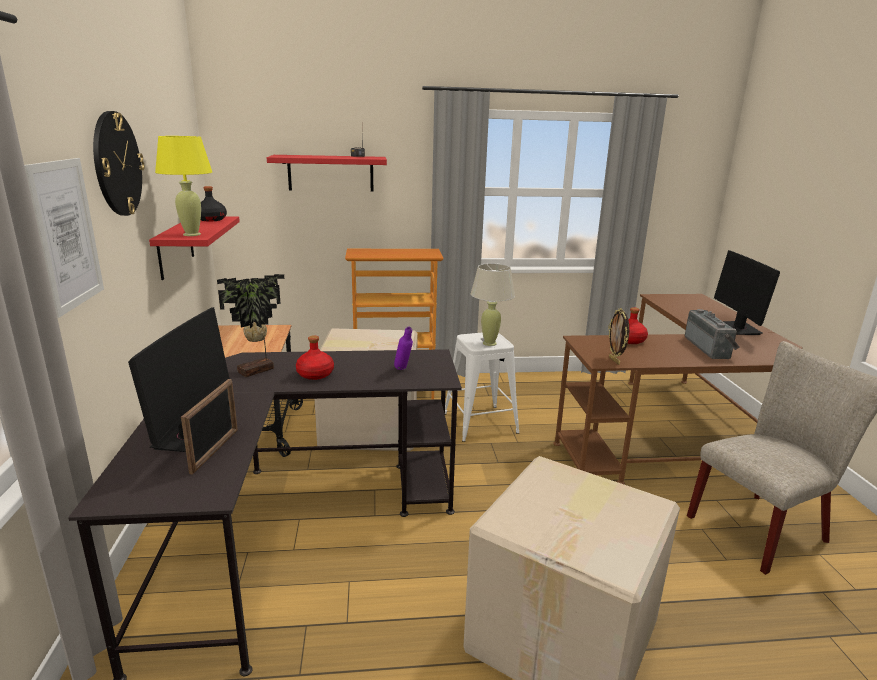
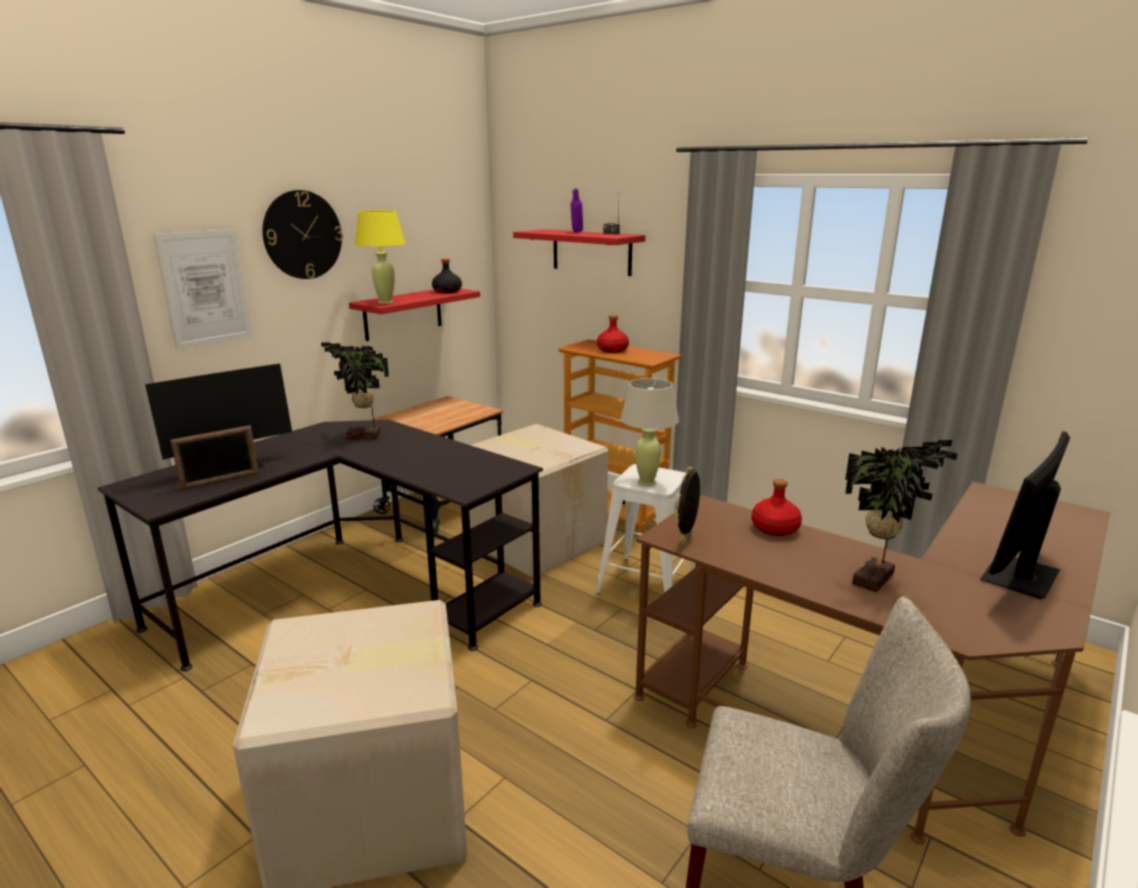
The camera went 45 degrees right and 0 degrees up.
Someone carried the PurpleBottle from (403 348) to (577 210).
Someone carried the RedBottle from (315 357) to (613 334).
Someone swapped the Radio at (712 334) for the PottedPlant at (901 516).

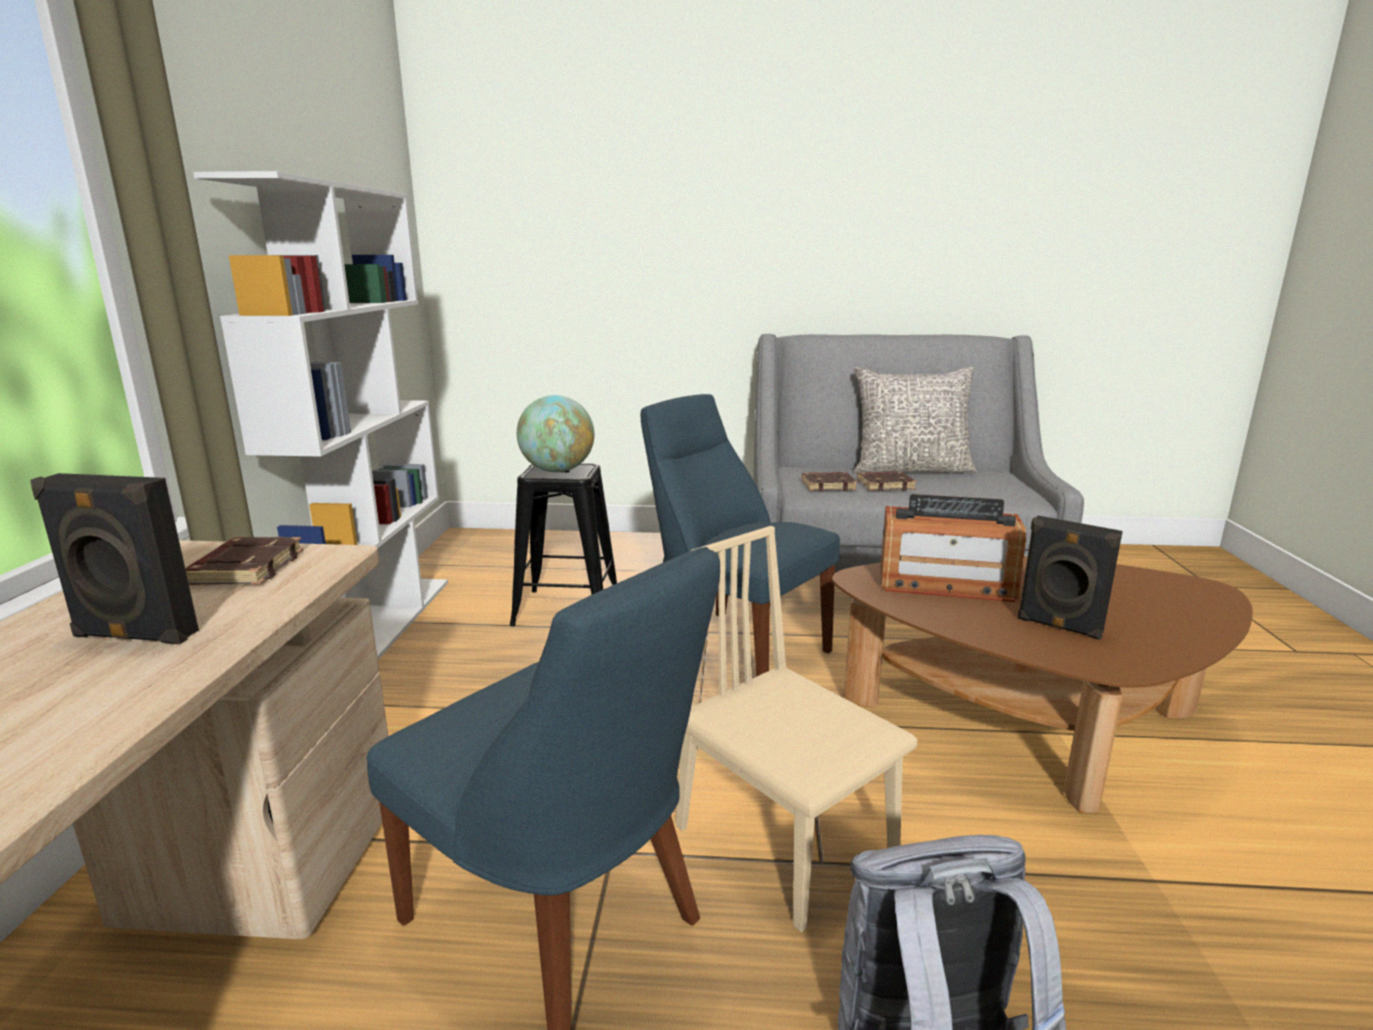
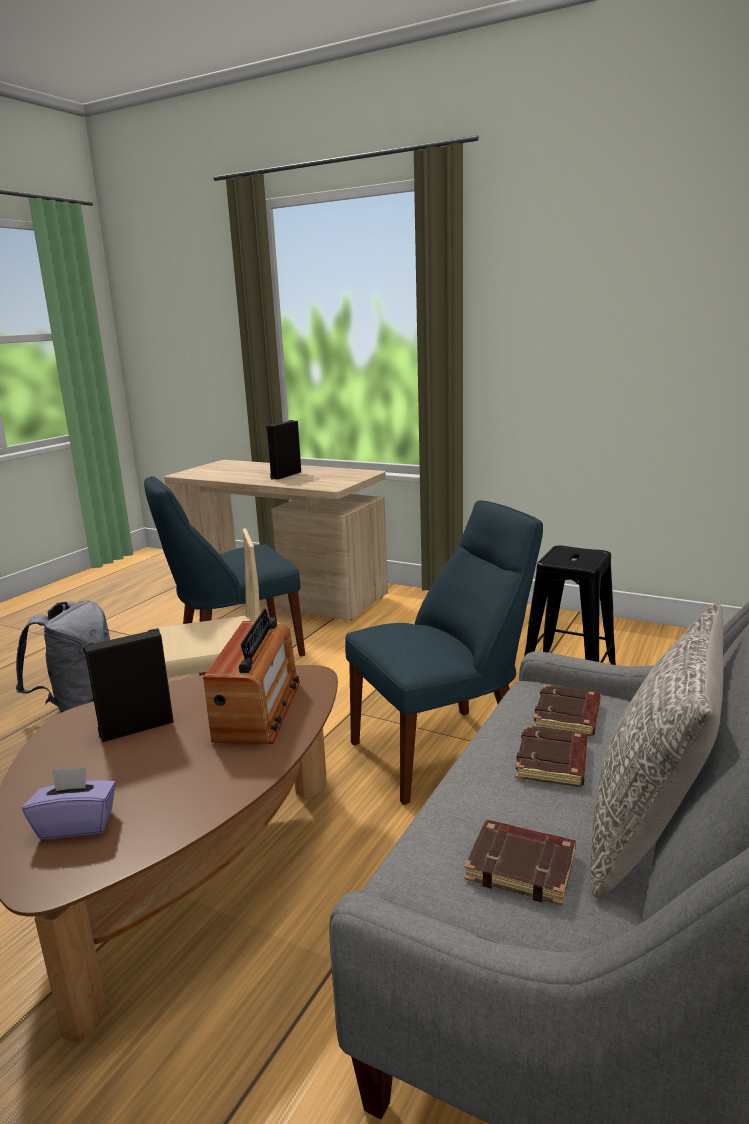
The camera went 115 degrees right and 0 degrees up.
Someone put down the PurpleTissueBox at (69 803).
Someone rotated the Radio at (953 548) by 150 degrees clockwise.
Someone carried the BrownBook from (244 561) to (520 862).
Someone took away the WhiteBookcase at (320 415).
Someone took away the Globe at (555 433).

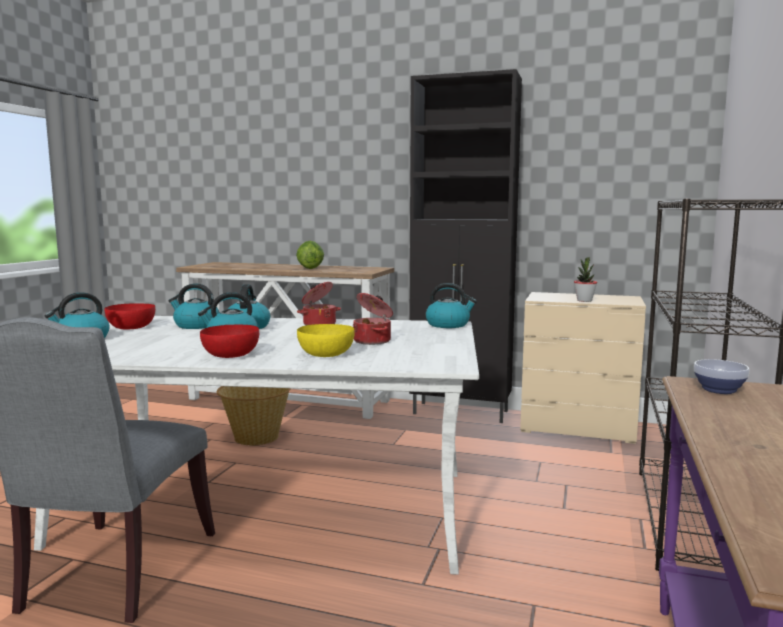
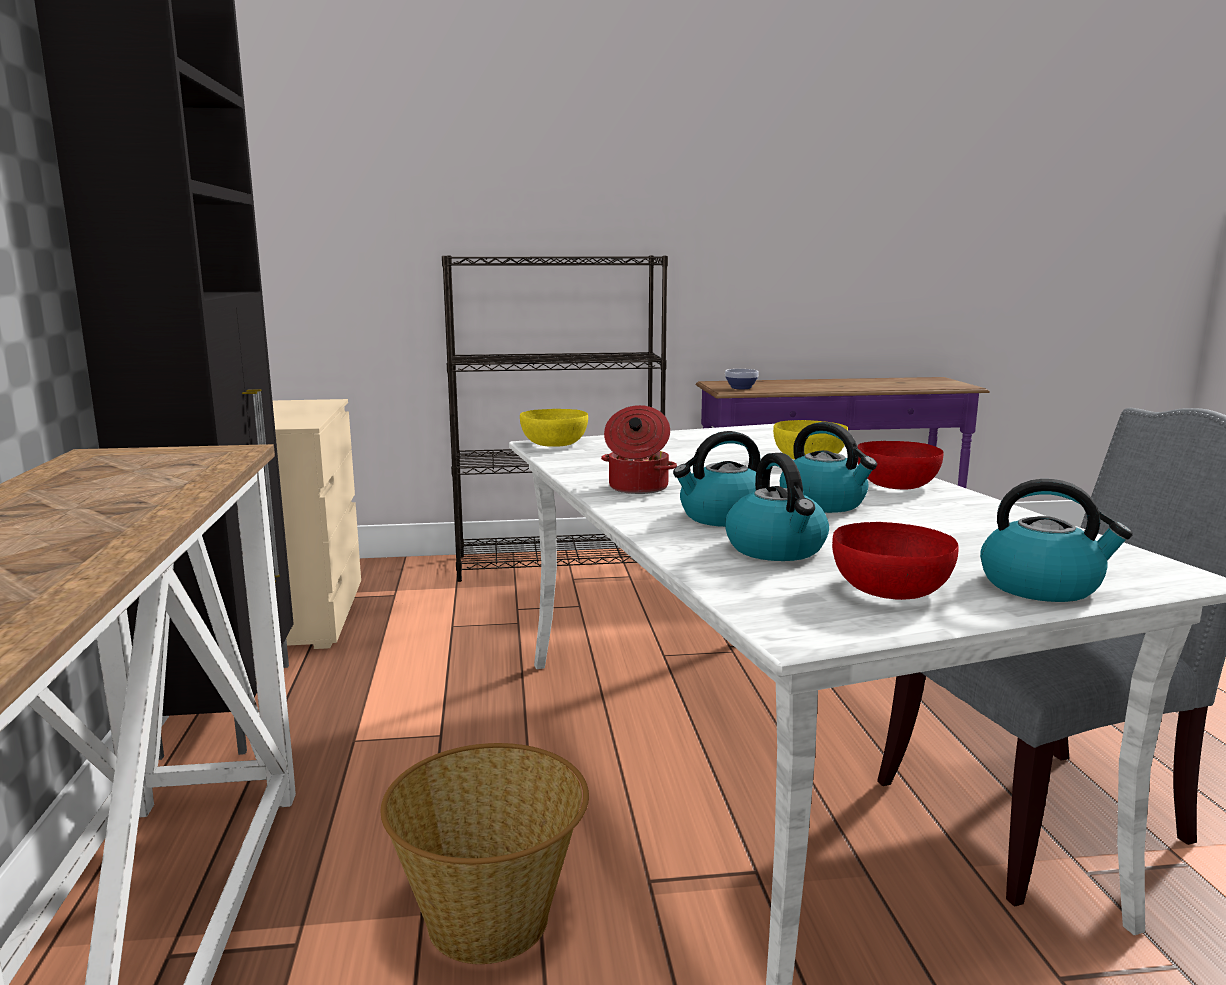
The camera went 115 degrees left and 5 degrees up.
Someone swapped the Kettle at (451 305) for the YellowBowl at (554 428).
Someone took away the Lettuce at (310 255).
Someone took away the CookingPot at (373 319).
Someone took away the PottedPlant at (585 279).

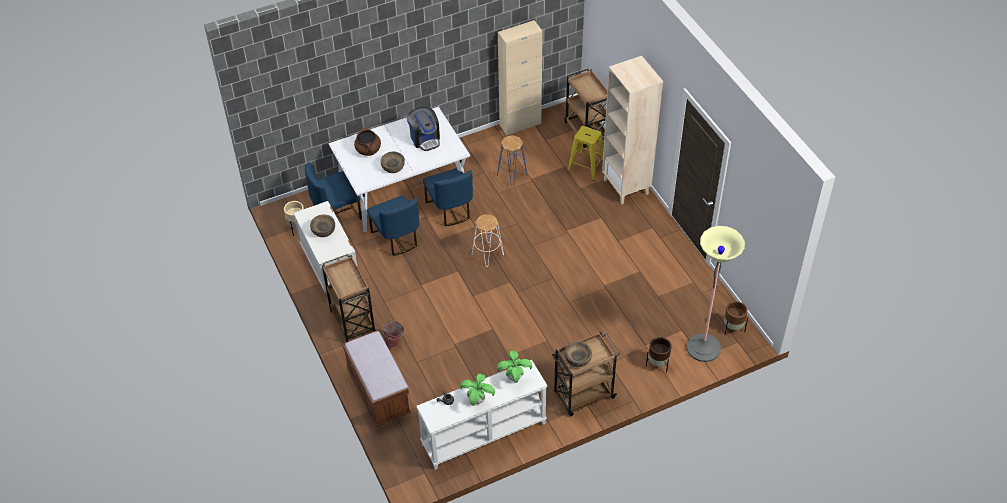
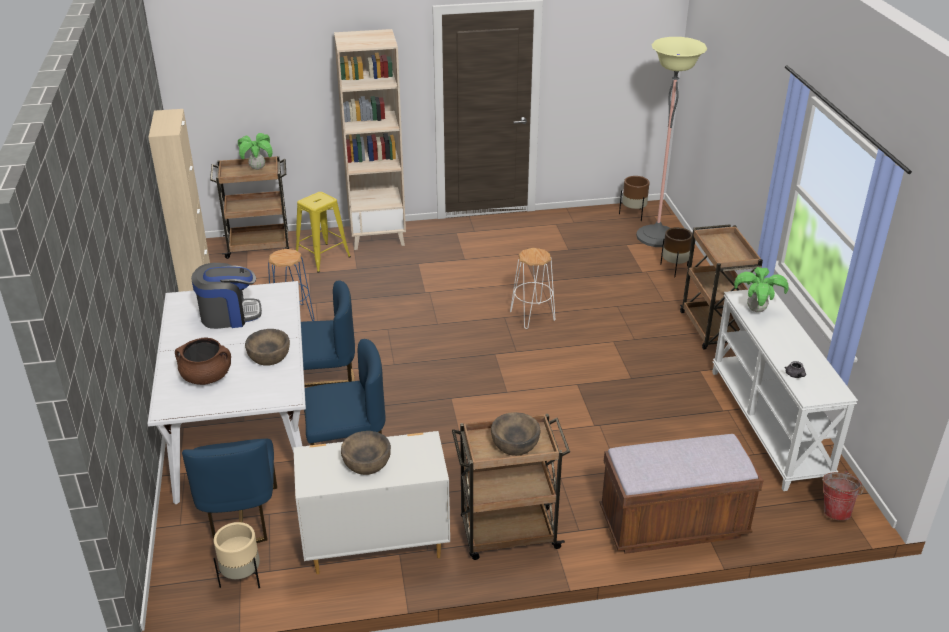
The camera went 75 degrees left and 15 degrees down.
Someone carried the PottedPlant from (477 390) to (255 151).
Someone carried the BrownBowl from (578 354) to (515 434).
Someone carried the WhiteStool from (488 240) to (532 288).
Someone carried the Bucket from (393 334) to (843 496).

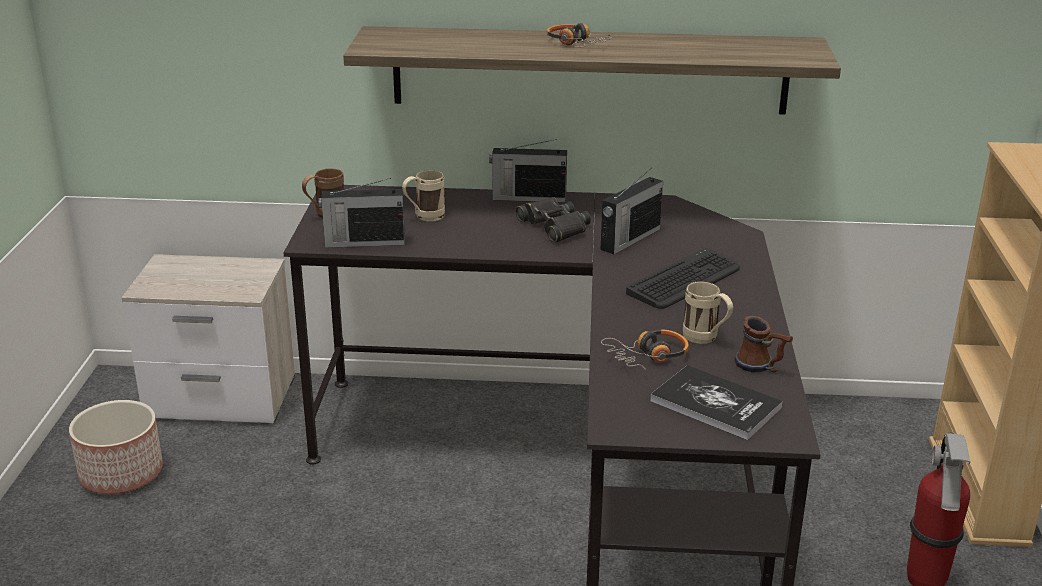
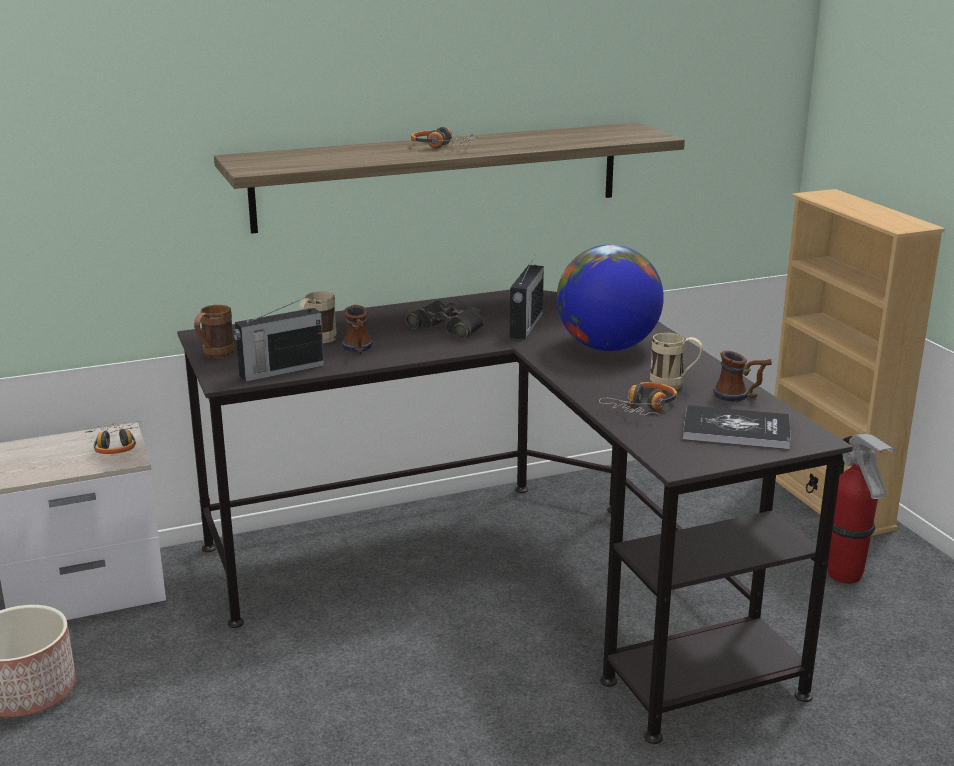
The camera went 25 degrees left and 5 degrees down.
Someone put down the Headphones at (115 437).
Someone put down the Mug at (357 329).
Someone swapped the Keyboard at (683 278) for the Globe at (610 298).
Someone took away the Radio at (528 171).

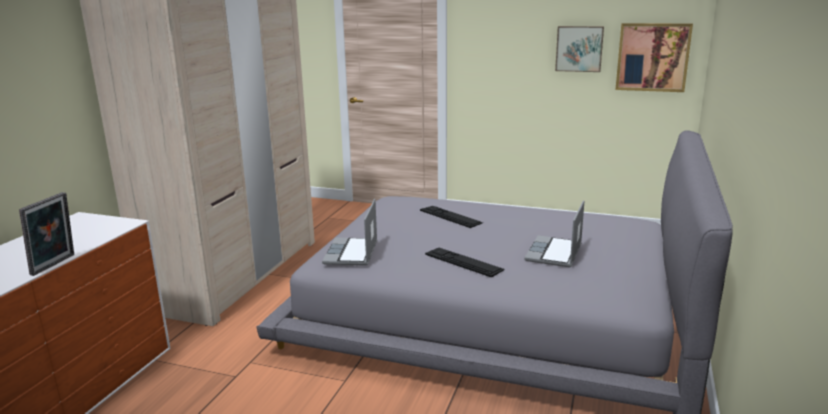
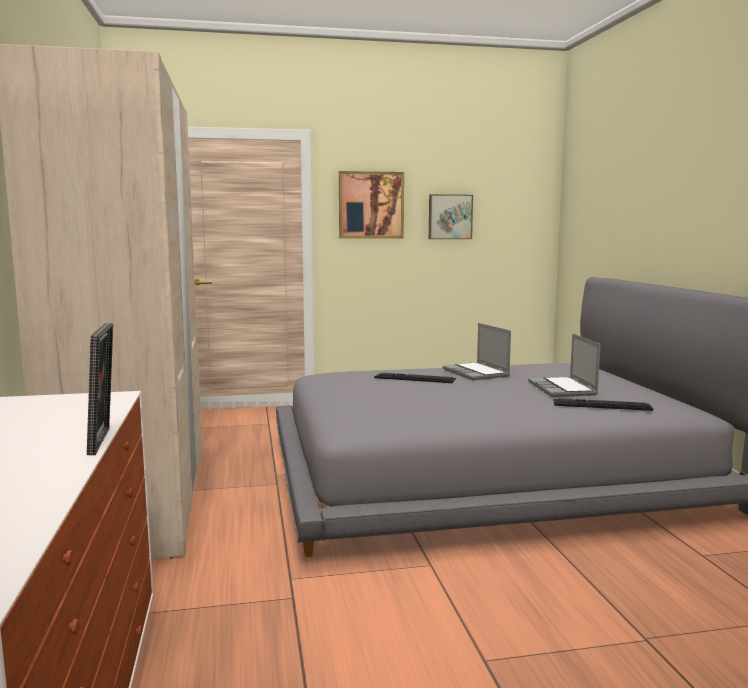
The camera went 30 degrees left and 10 degrees down.
Someone carried the Picture from (654 57) to (371 205).
Someone carried the Laptop from (349 232) to (477 351).
Someone carried the Keyboard from (465 263) to (603 404).

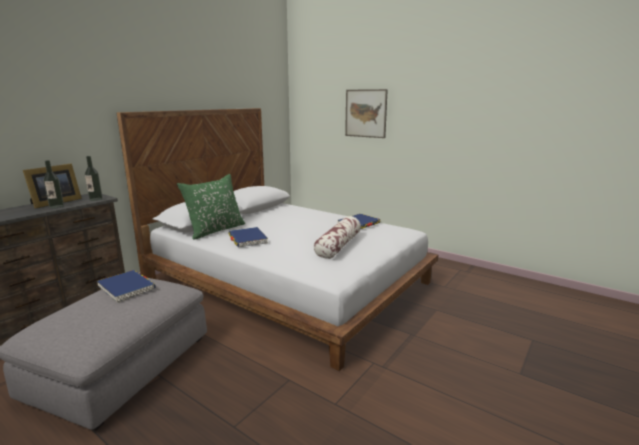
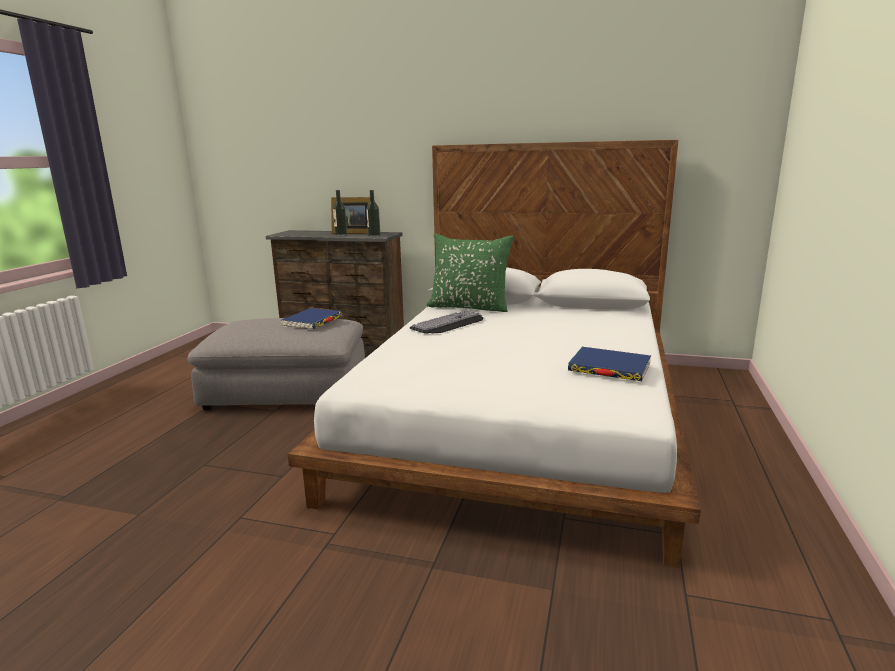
The camera went 70 degrees right and 0 degrees up.
Someone swapped the BlueBook at (248 237) for the Keyboard at (447 322).
Someone took away the Pillow at (337 237).
Someone took away the Picture at (366 113).

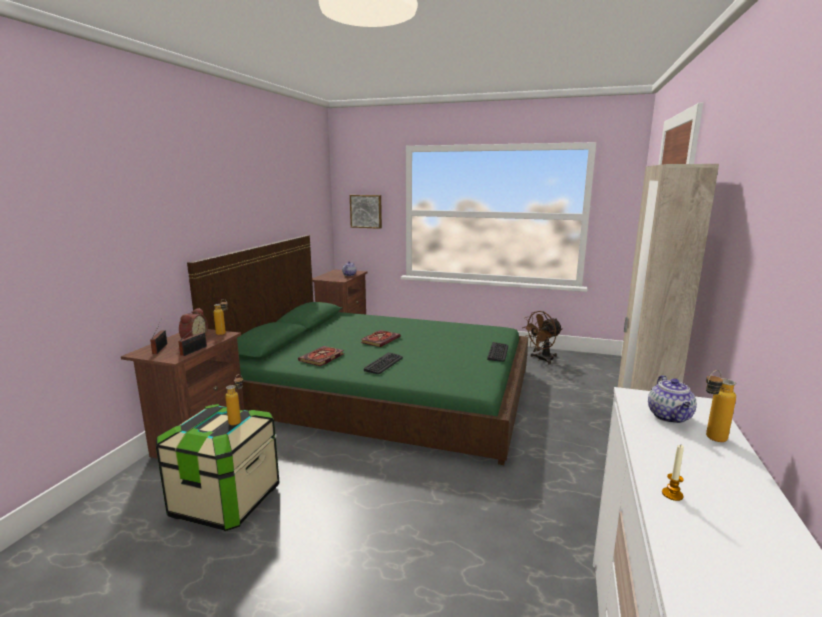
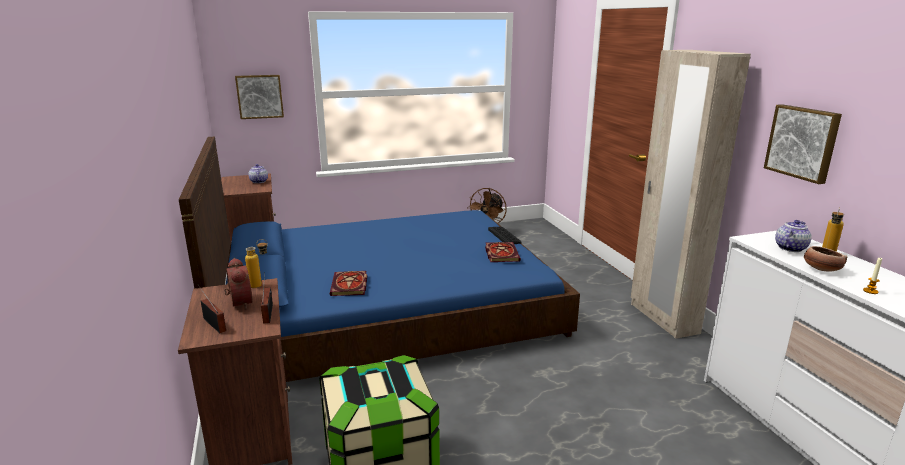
The camera went 35 degrees left and 5 degrees up.
Someone repainted the GreenBed at (357 350), which became the BlueBed at (379 259).
Someone carried the Book from (380 338) to (503 252).
Someone put up the Picture at (803 144).
Someone rotated the Teapot at (672 399) by 105 degrees counterclockwise.
Someone put down the Bowl at (825 259).
Someone took away the Bottle at (234 399).
Someone took away the Keyboard at (383 363).

